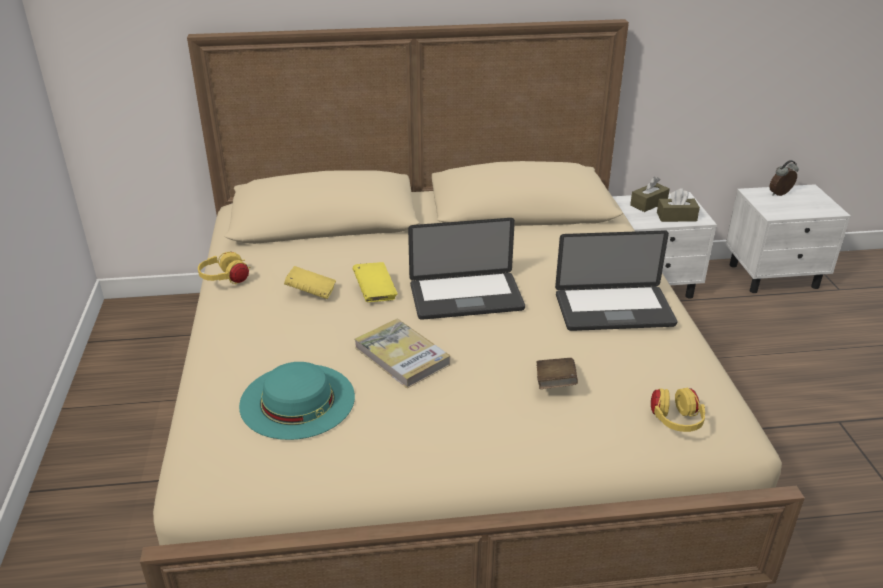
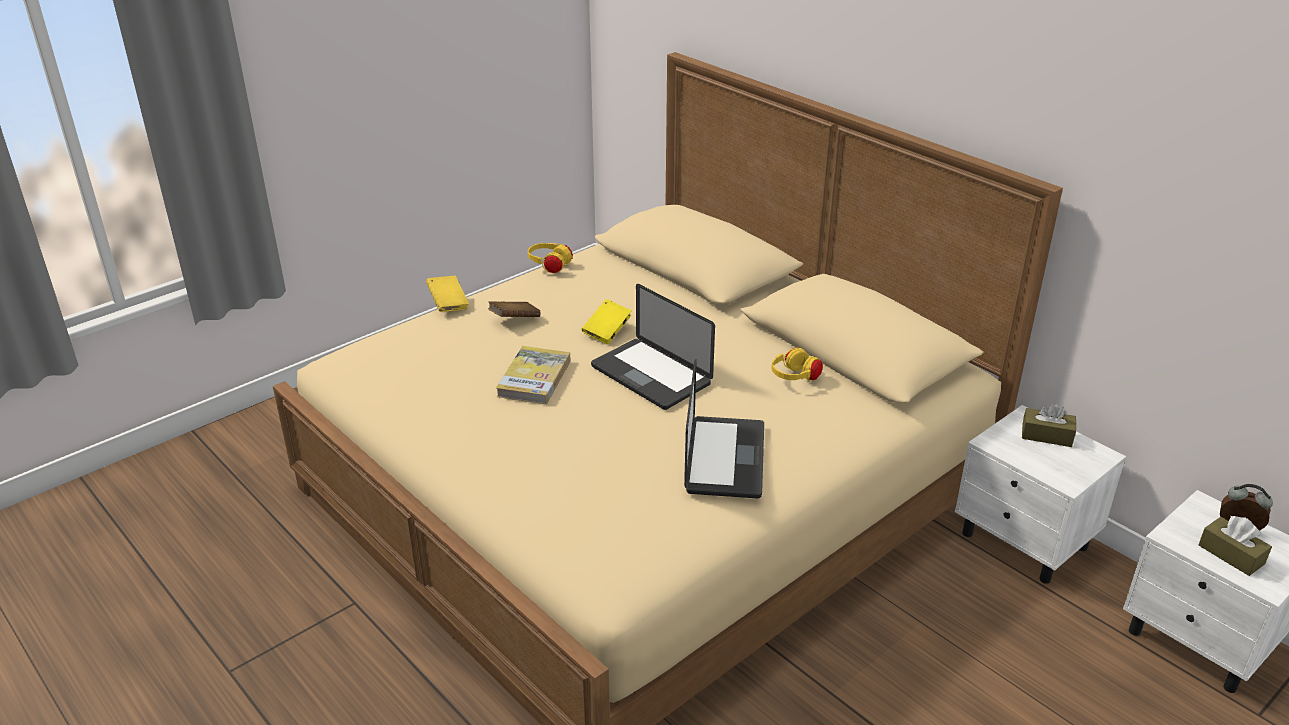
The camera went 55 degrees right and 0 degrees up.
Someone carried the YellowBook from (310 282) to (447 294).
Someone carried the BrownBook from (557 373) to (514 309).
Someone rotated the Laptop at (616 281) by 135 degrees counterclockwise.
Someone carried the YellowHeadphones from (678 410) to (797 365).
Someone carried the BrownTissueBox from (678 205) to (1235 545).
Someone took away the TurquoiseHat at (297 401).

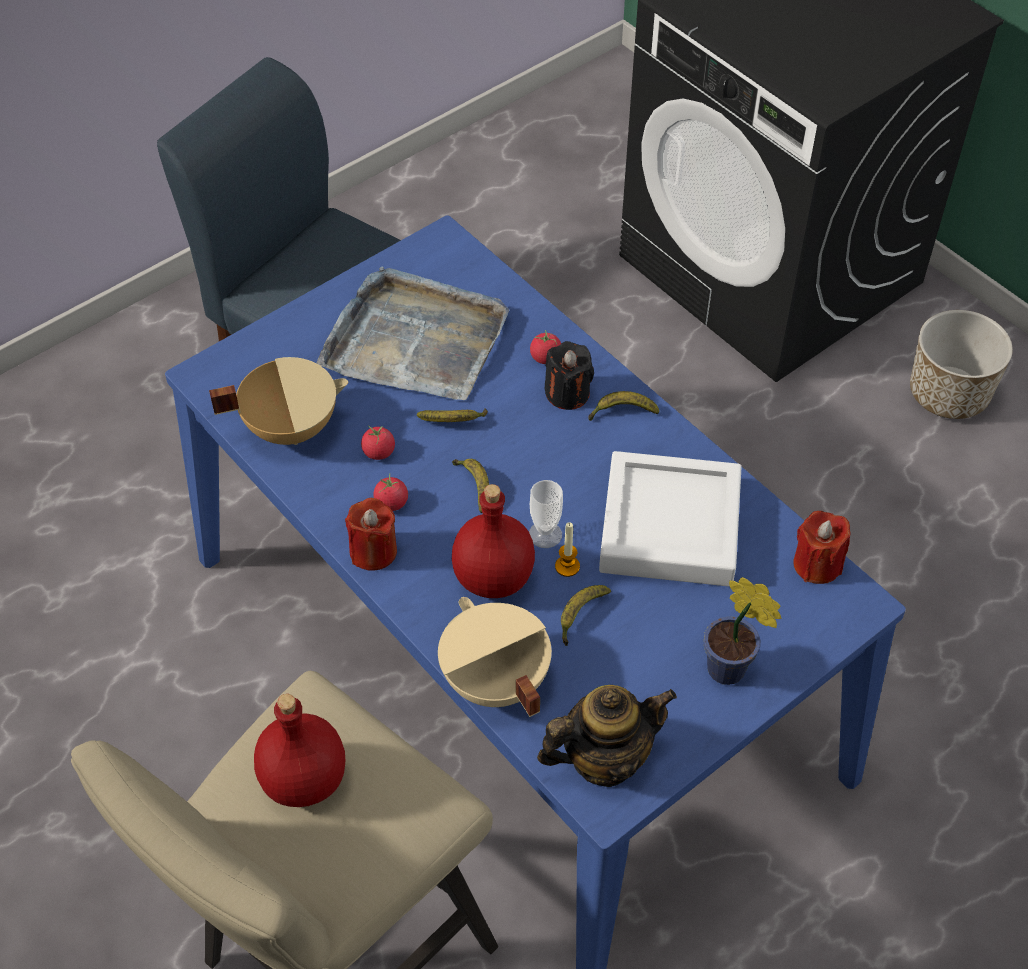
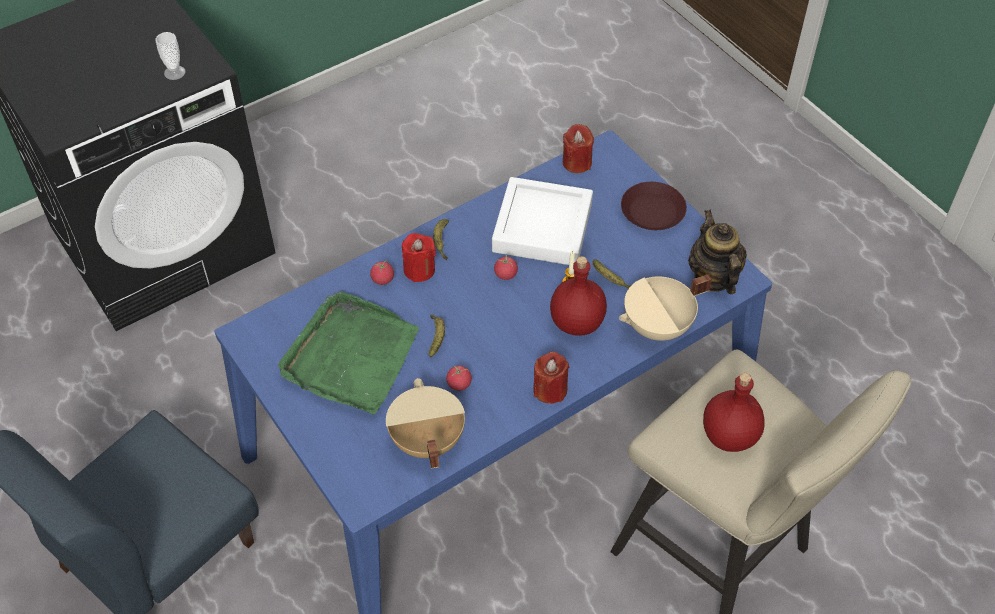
The camera went 85 degrees left and 0 degrees up.
Someone carried the Cup from (546 514) to (170 56).
Someone repainted the GreyTray at (413 333), which became the GreenTray at (348 353).
Someone repainted the BlackCandle at (569 375), which became the RedCandle at (419 257).
Someone carried the Tomato from (390 492) to (506 267).
Someone swapped the PottedPlant at (742 631) for the BrownPlate at (654 206).
Someone took away the Banana at (470 486).
Someone took away the Planter at (961 364).

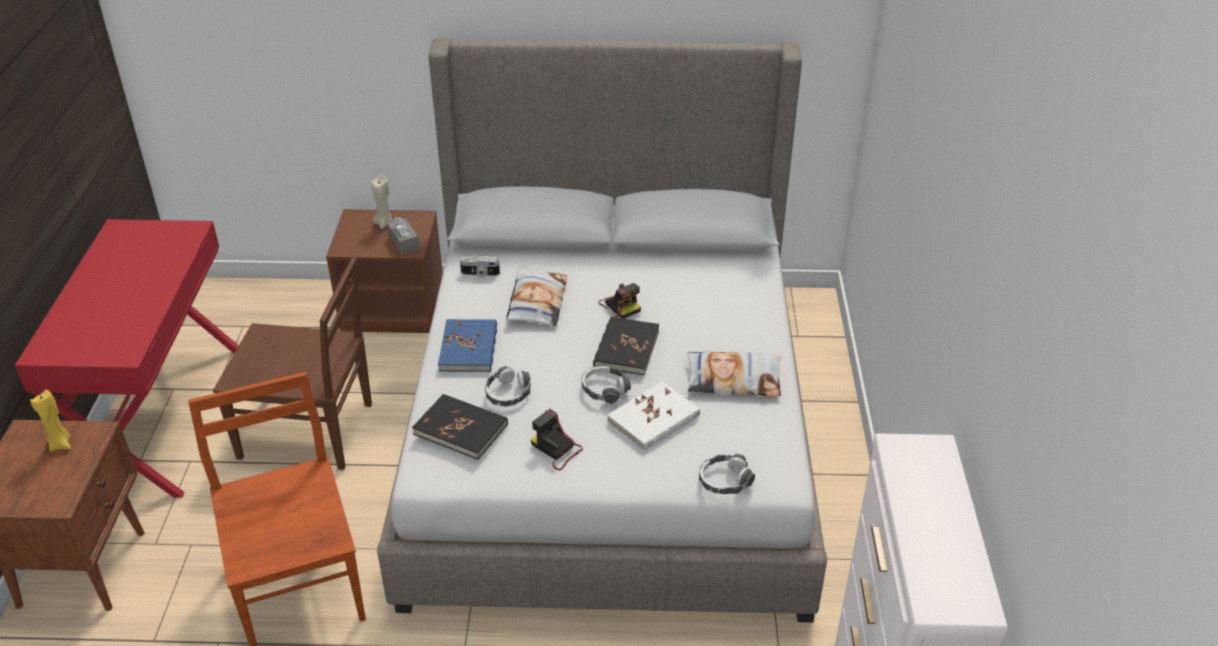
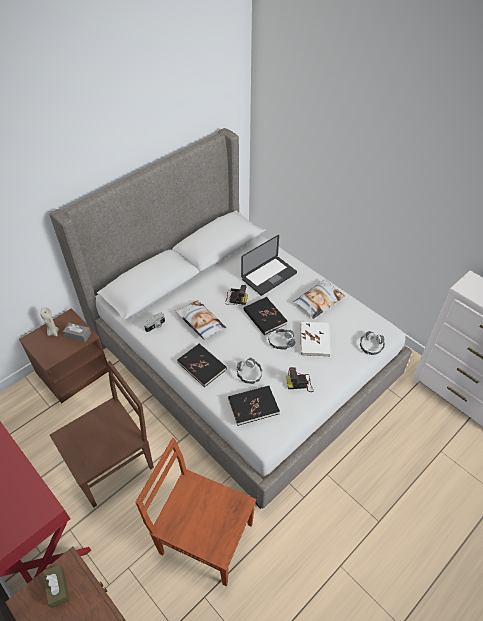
The camera went 45 degrees left and 10 degrees up.
Someone swapped the YellowCandle at (50 421) for the BrownTissueBox at (55 586).
Someone repainted the BlueBook at (467 345), which became the BlackBook at (202 365).
Someone put down the Laptop at (269 265).

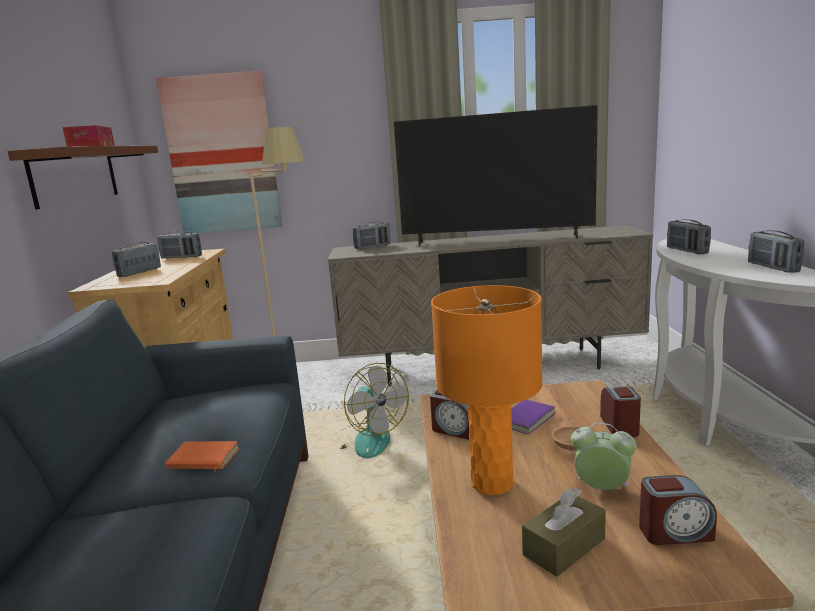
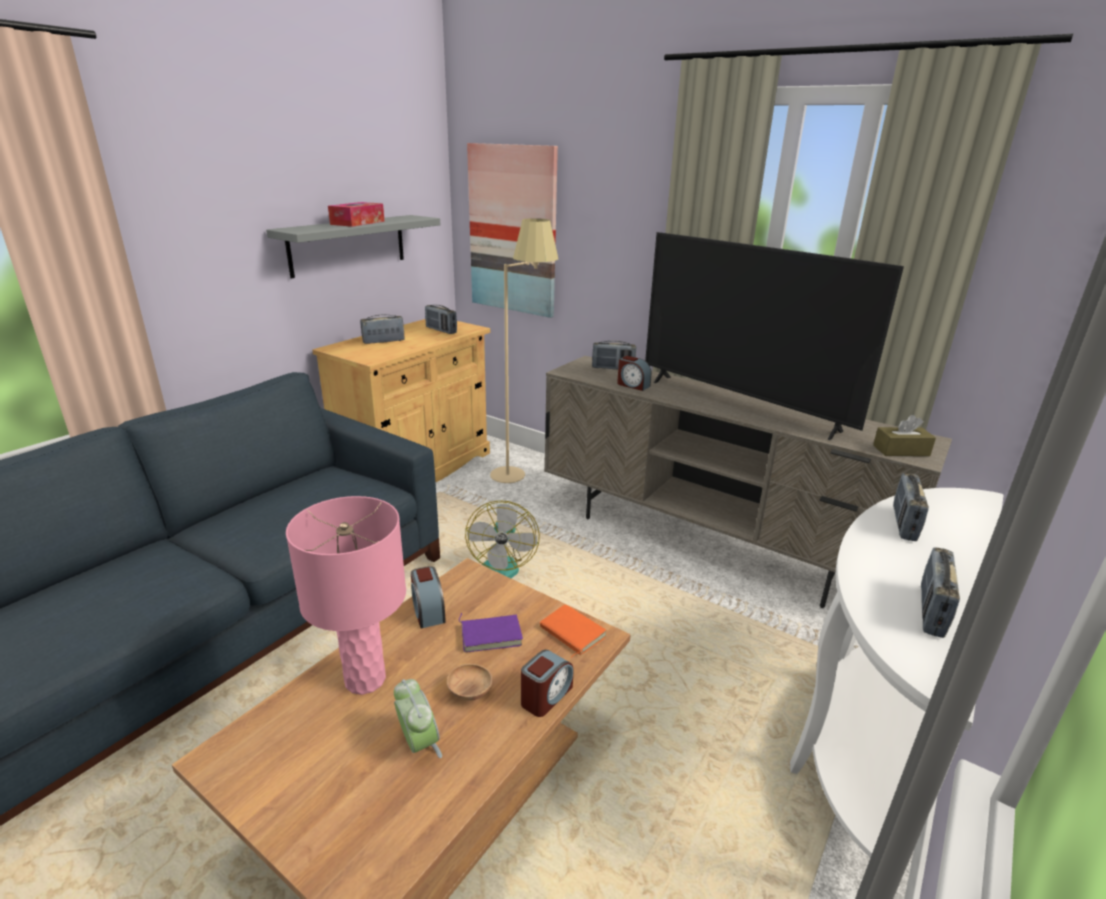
The camera went 35 degrees right and 10 degrees up.
Someone repainted the BrownShelf at (82 178), which became the GreyShelf at (353 247).
Someone repainted the OrangeTableLamp at (486 390), which became the PinkTableLamp at (346 595).
Someone carried the OrangeBook from (202 456) to (573 631).
Someone carried the AlarmClock from (678 510) to (634 373).
Someone carried the BrownTissueBox from (564 532) to (904 435).

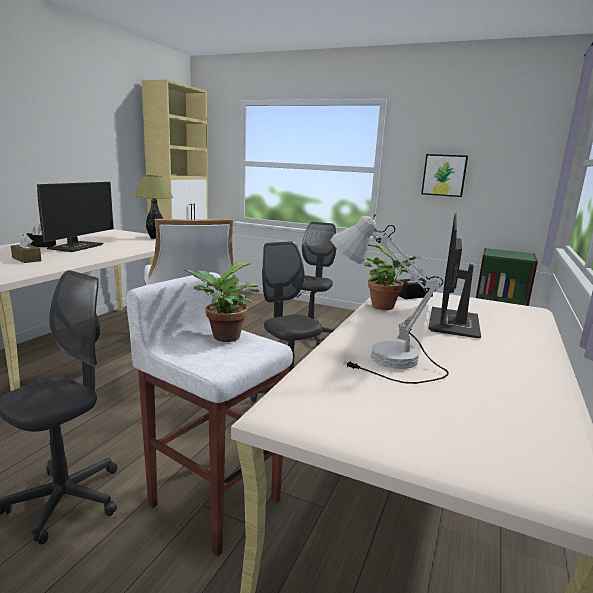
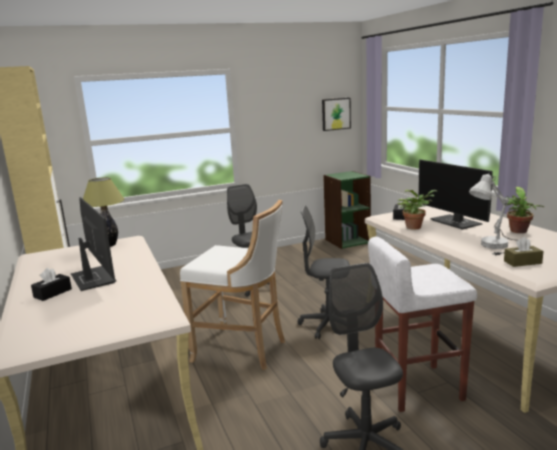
The camera went 45 degrees left and 0 degrees up.
Someone carried the Picture from (444 175) to (336 114).
Someone carried the BrownTissueBox from (26 248) to (524 252).
Someone carried the PottedPlant from (221 302) to (525 210).

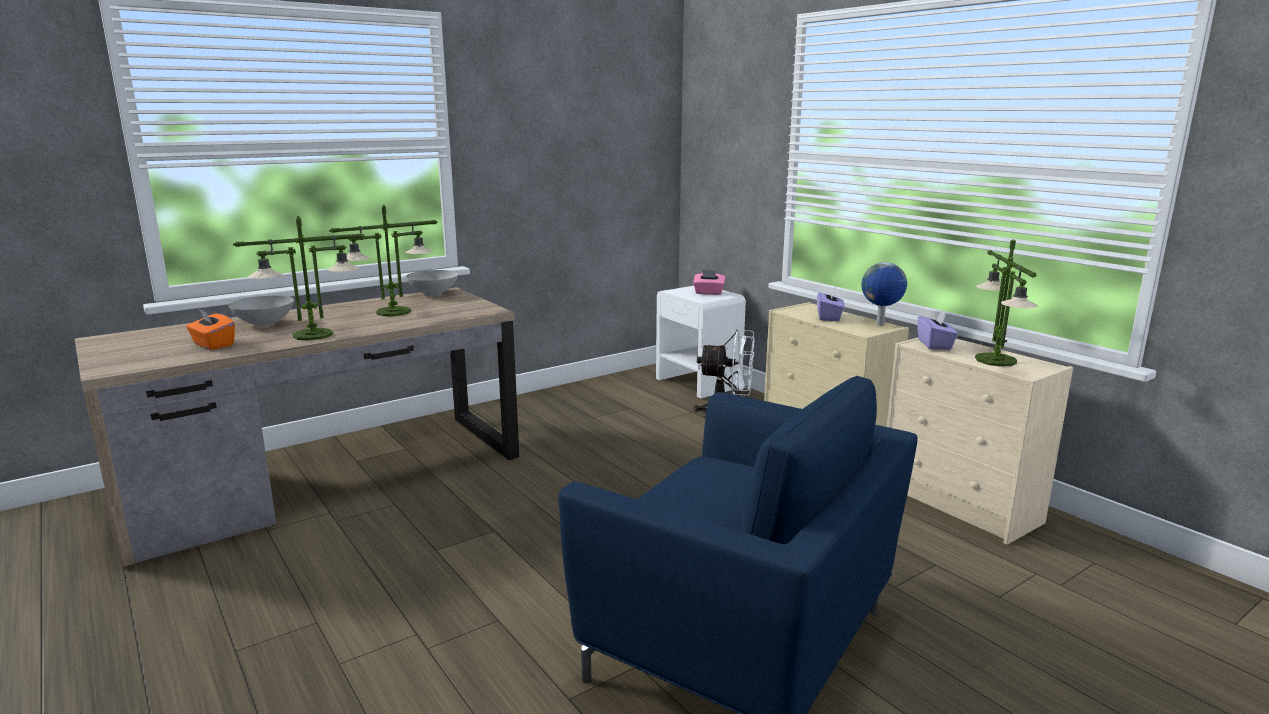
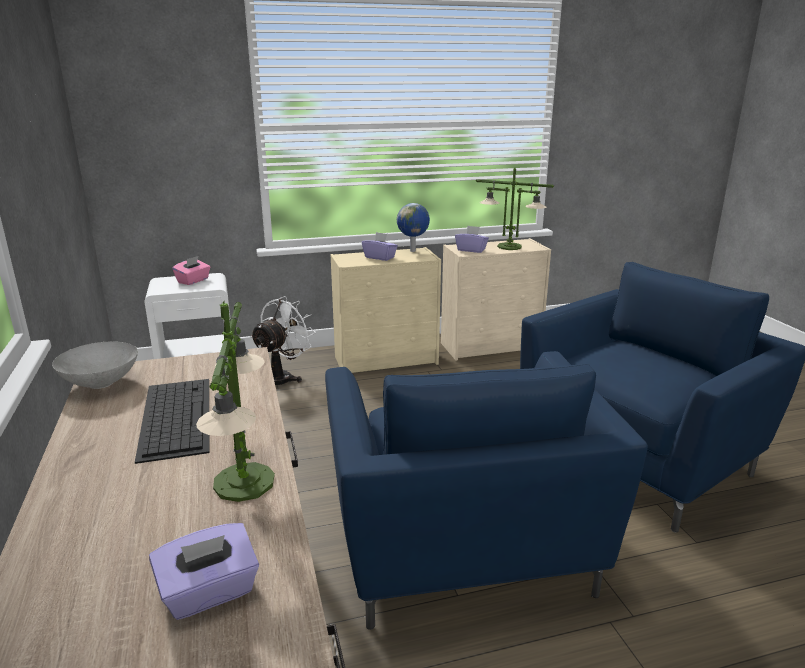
The camera went 70 degrees left and 5 degrees up.
Someone swapped the TableLamp at (383 260) for the Keyboard at (172 421).
Someone repainted the OrangeTissueBox at (210 329), which became the PurpleTissueBox at (204 571).
Someone put down the BlueArmchair at (486 490).
Someone took away the GreyBowl at (261 311).

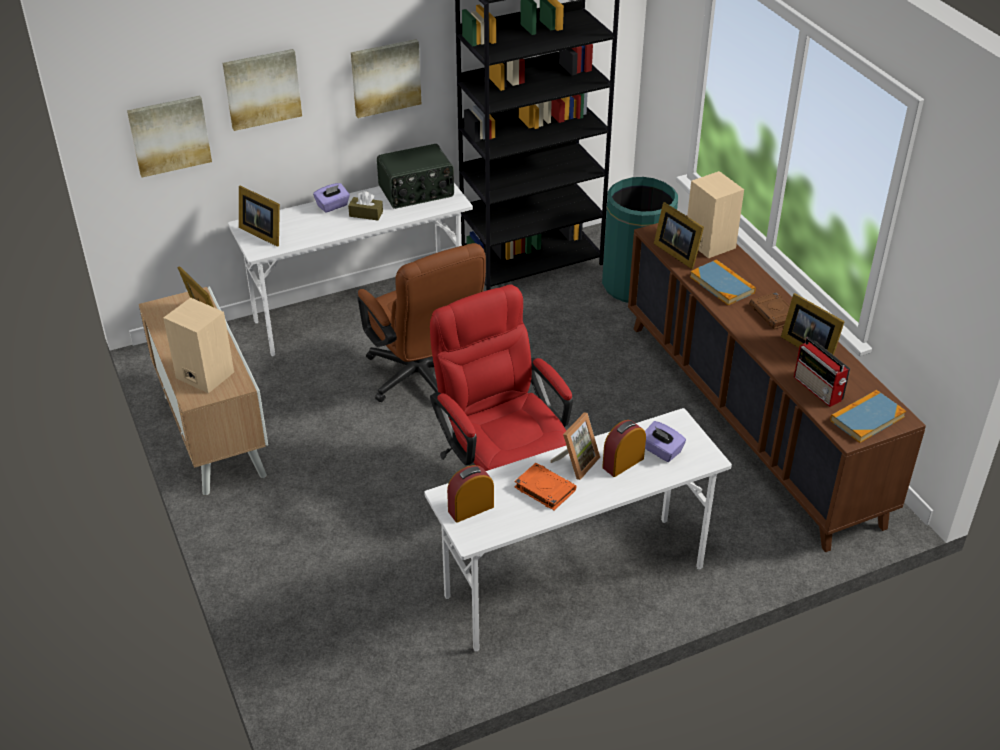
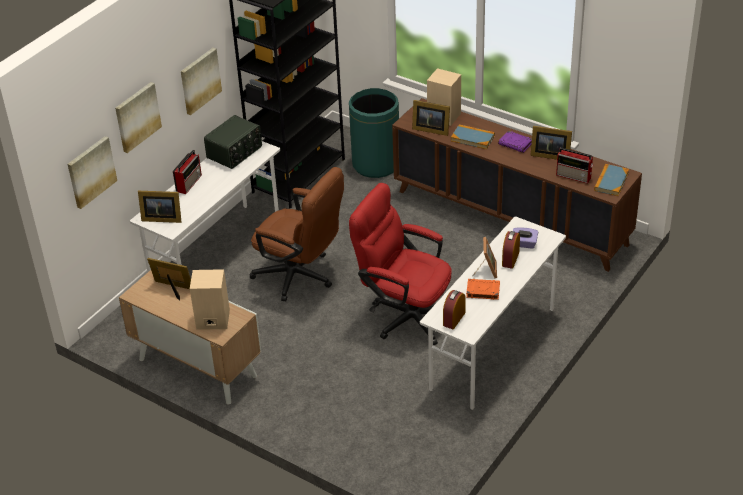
The camera went 30 degrees left and 0 degrees up.
Someone swapped the PurpleTissueBox at (331 198) for the Radio at (187 172).
Someone repainted the BrownBook at (769 311), which became the PurpleBook at (515 142).
Someone took away the BrownTissueBox at (365 205).

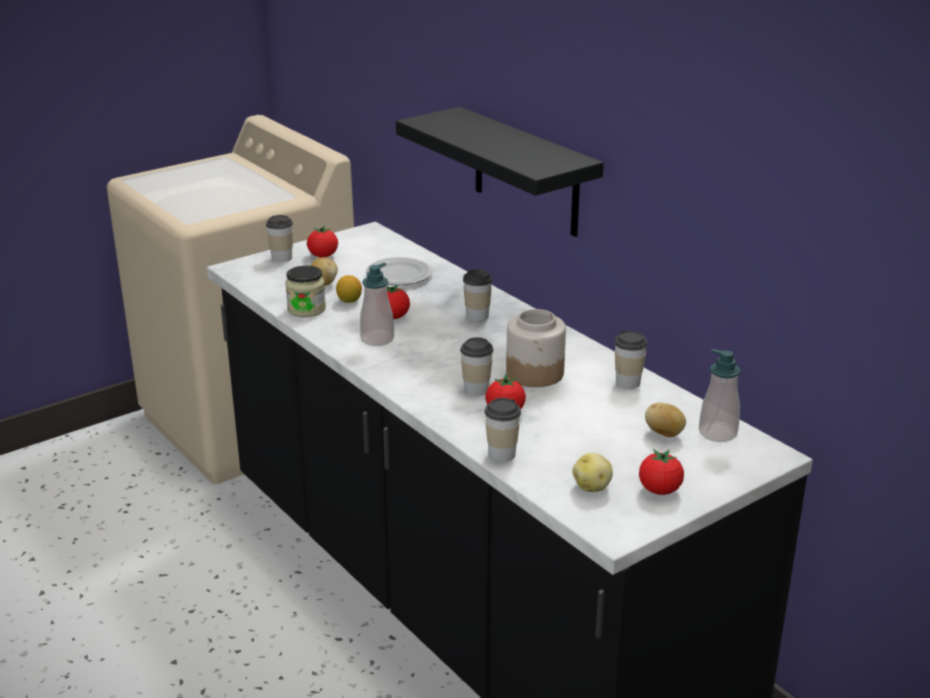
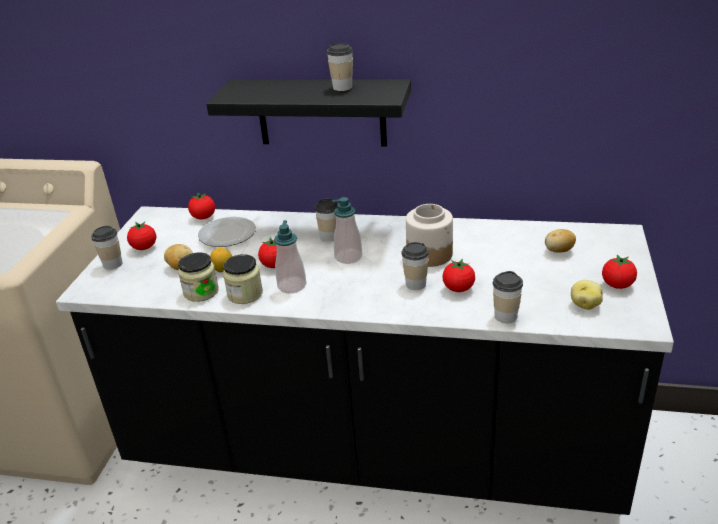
The camera went 40 degrees left and 5 degrees up.
Someone put down the Tomato at (201 206).
Someone put down the Jar at (243 279).
Someone carried the Cup from (631 360) to (340 67).
Someone carried the SoapDispenser from (720 395) to (347 230).

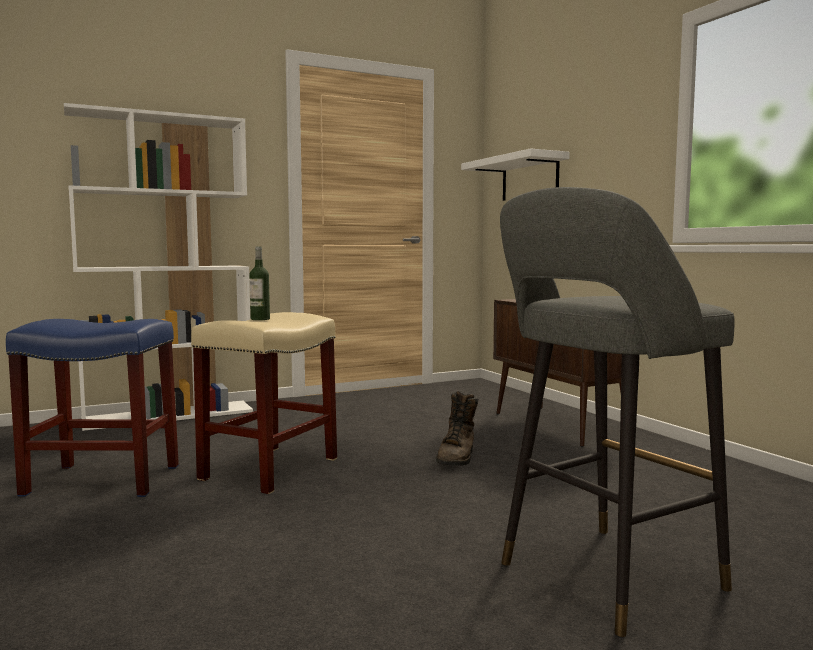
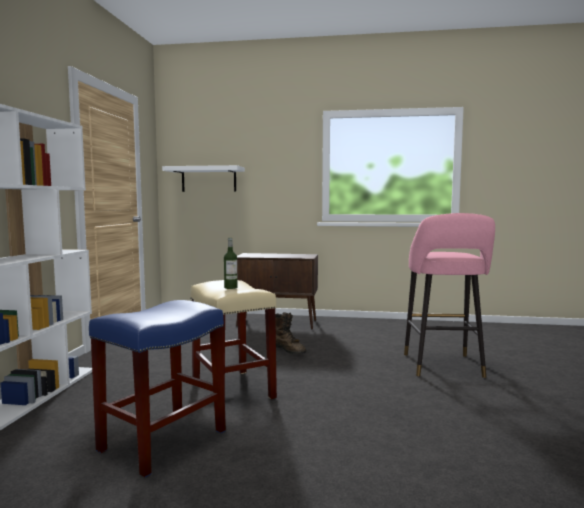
The camera went 55 degrees left and 0 degrees up.
Someone repainted the GreyStool at (617 412), which became the PinkStool at (449 295).

